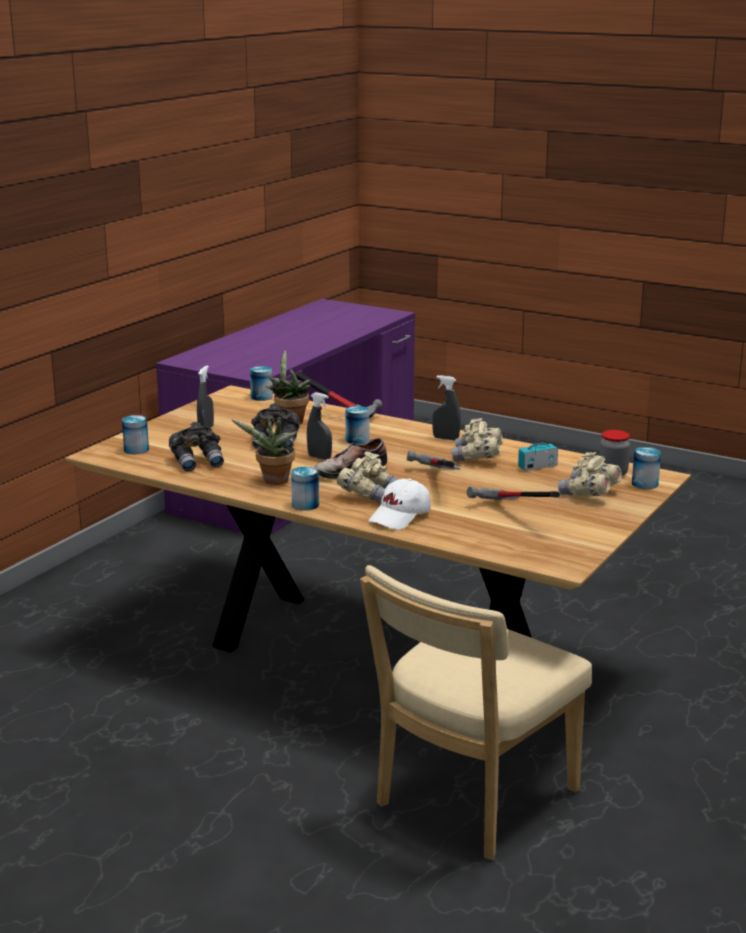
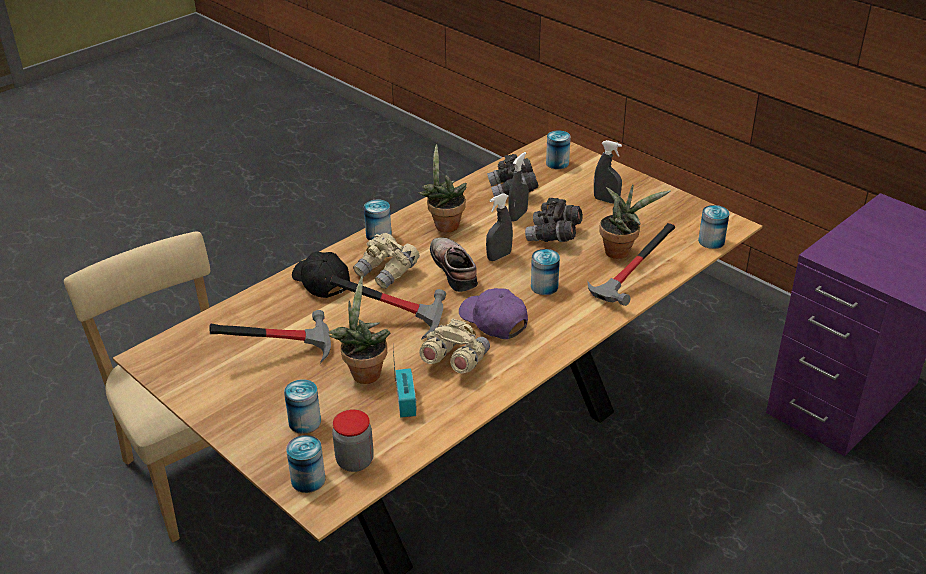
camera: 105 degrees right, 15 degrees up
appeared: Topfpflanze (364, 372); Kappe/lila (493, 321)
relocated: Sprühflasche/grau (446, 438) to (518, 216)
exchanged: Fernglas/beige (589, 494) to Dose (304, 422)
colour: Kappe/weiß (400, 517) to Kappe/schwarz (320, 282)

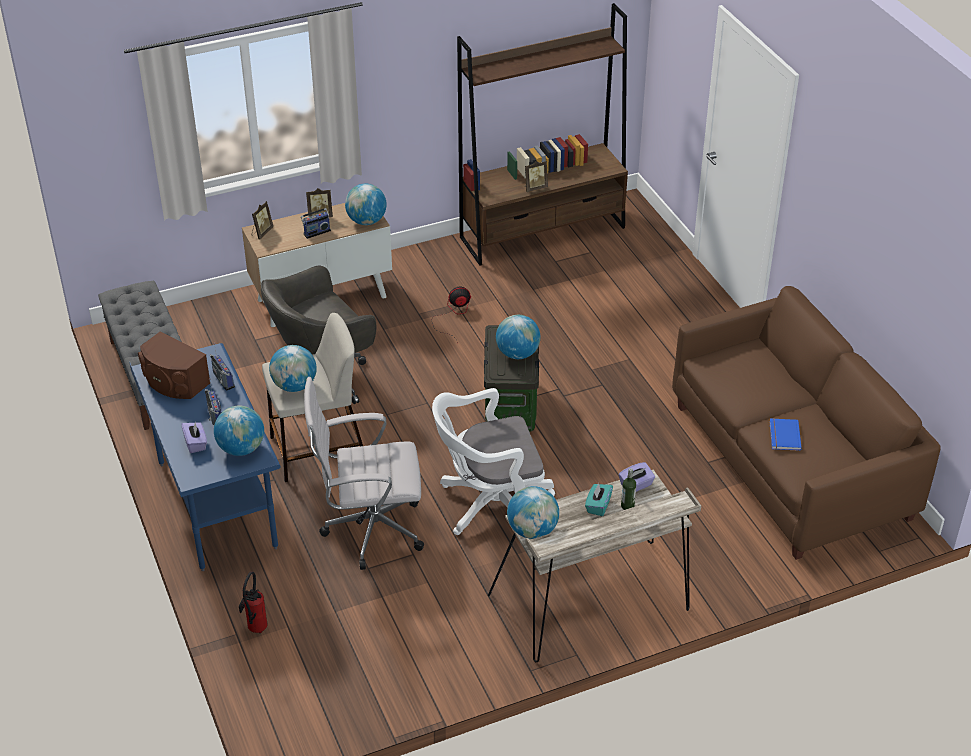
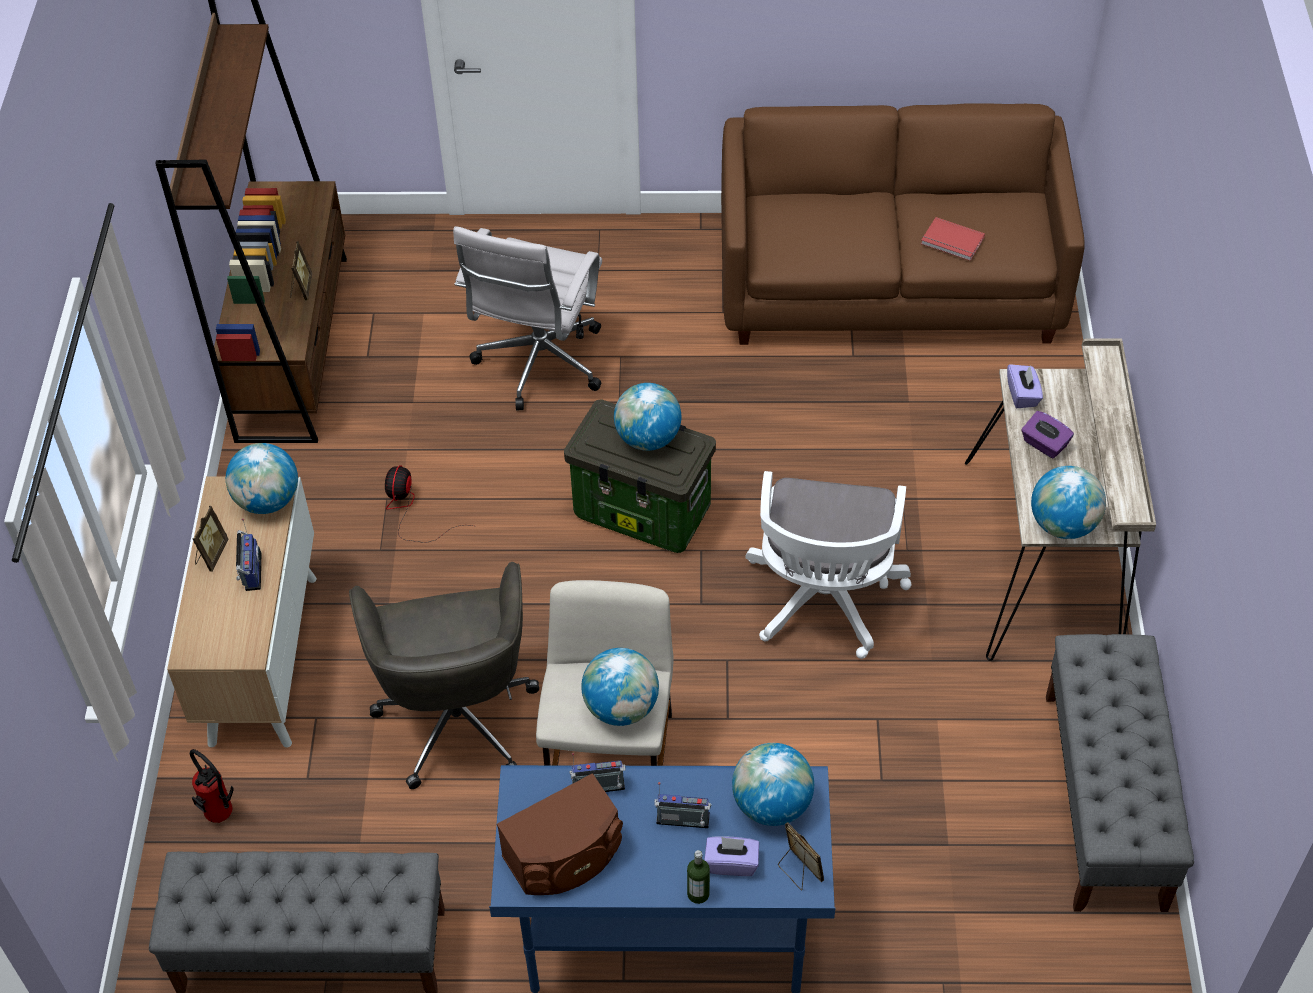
camera: 65 degrees left, 10 degrees up
appeared: Bank/grau (1104, 800)
relocated: Bilderrahmen (261, 233) to (798, 871); Bürostuhl/weiß (369, 530) to (538, 366); Flasche (627, 506) to (698, 894); Feuerlöscher (255, 630) to (221, 817)
colour: Buch/blau (783, 436) to Buch/rot (952, 242); Taschentuchbox/türkis (598, 506) to Taschentuchbox/lila (1044, 444)

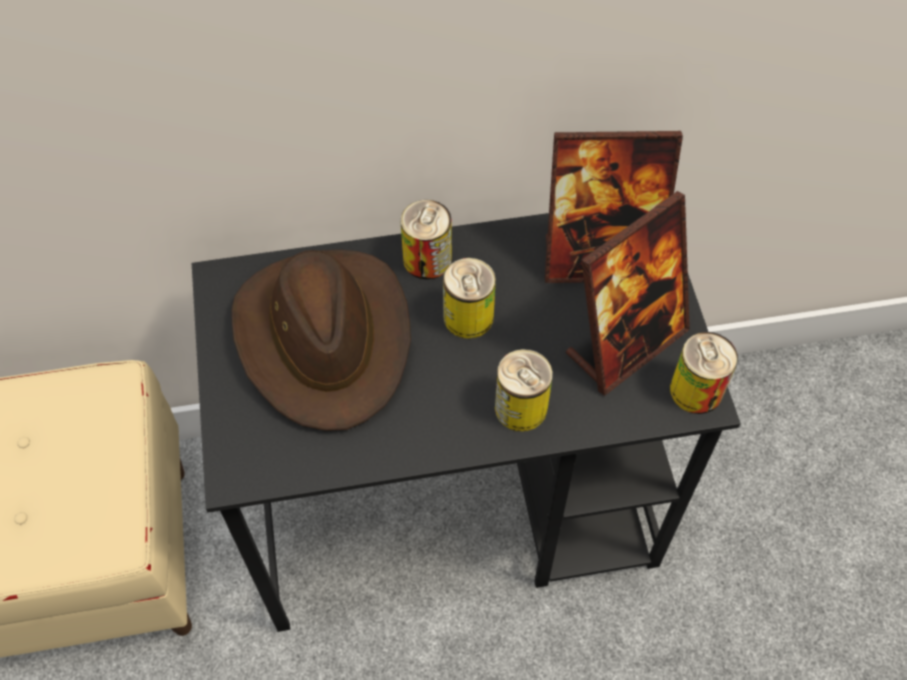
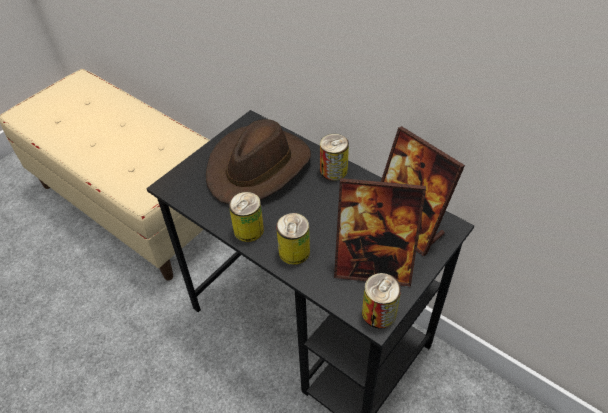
camera: 50 degrees right, 10 degrees down
relocated: Dose (468, 317) to (248, 230)

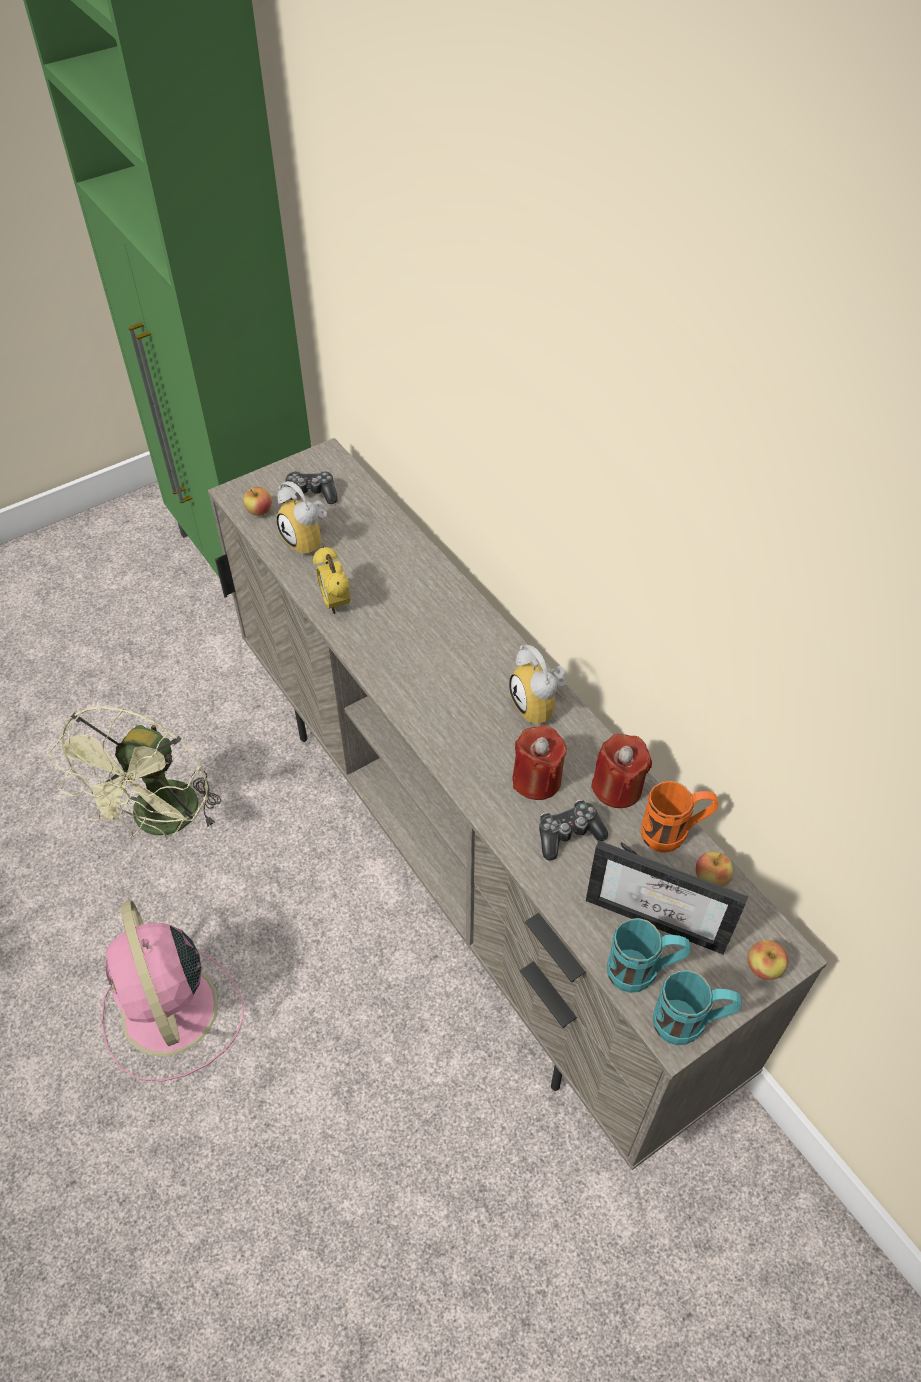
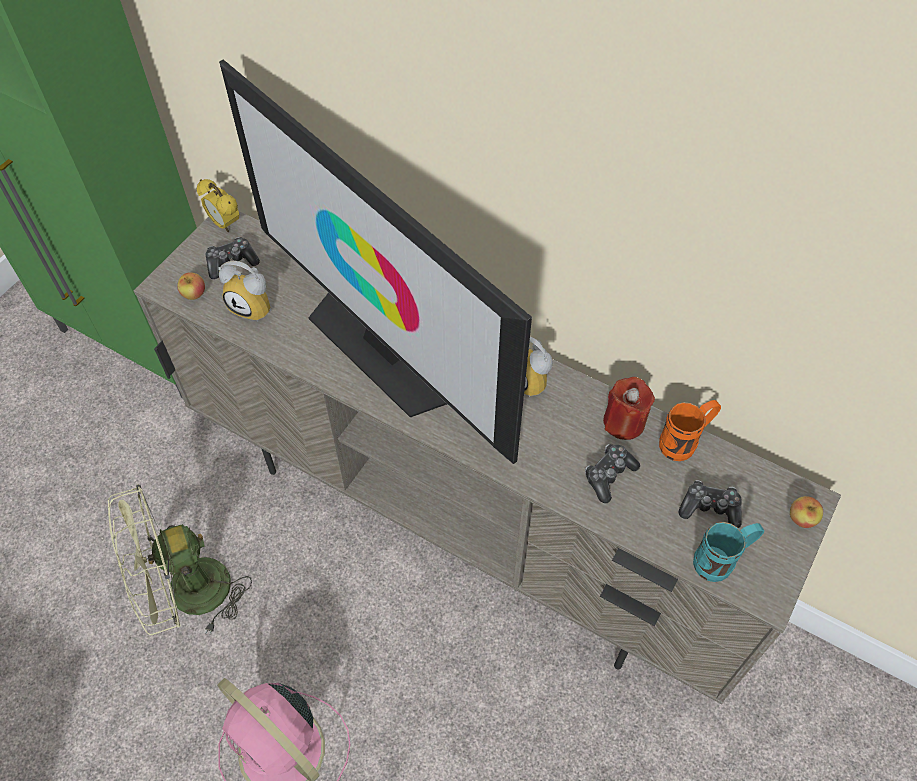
camera: 25 degrees left, 5 degrees up
missing: Kerze/rot (537, 780); Apfel (711, 878); Henkelbecher/türkis (689, 1024)
appeared: Fernseher (385, 348)
relocated: Wecker (335, 603) to (225, 224)
exchanged: Bilderrahmen (662, 912) to Gamepad (709, 508)
spun: Ventilator/grün (162, 822) = (186, 595) 75 degrees clockwise

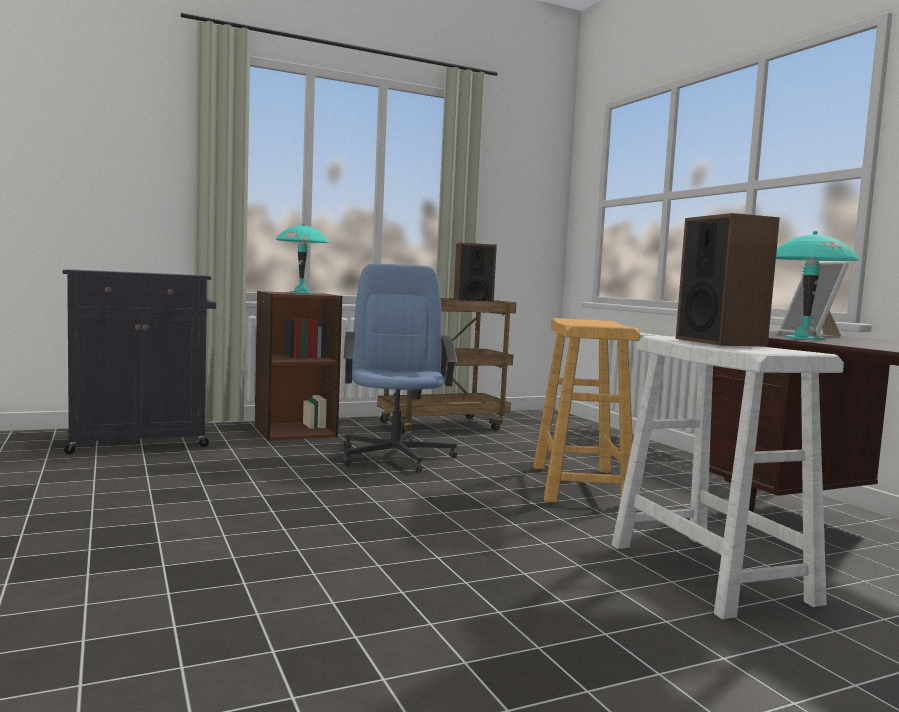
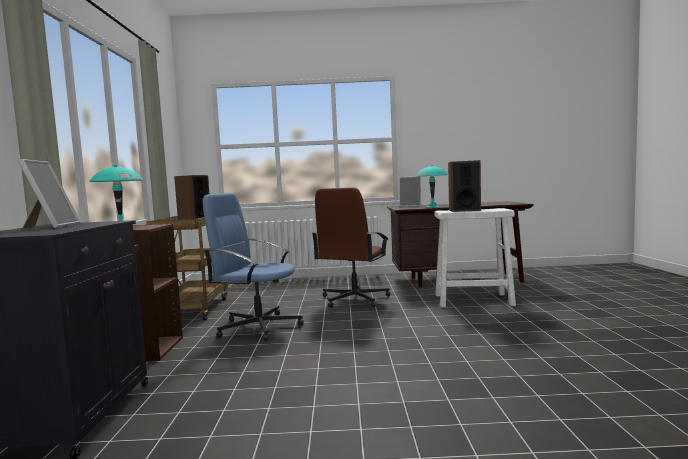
camera: 65 degrees left, 0 degrees up
appeared: Bilderrahmen (51, 226)
exchanged: Hocker/beige (580, 485) to Bürostuhl/braun (354, 299)

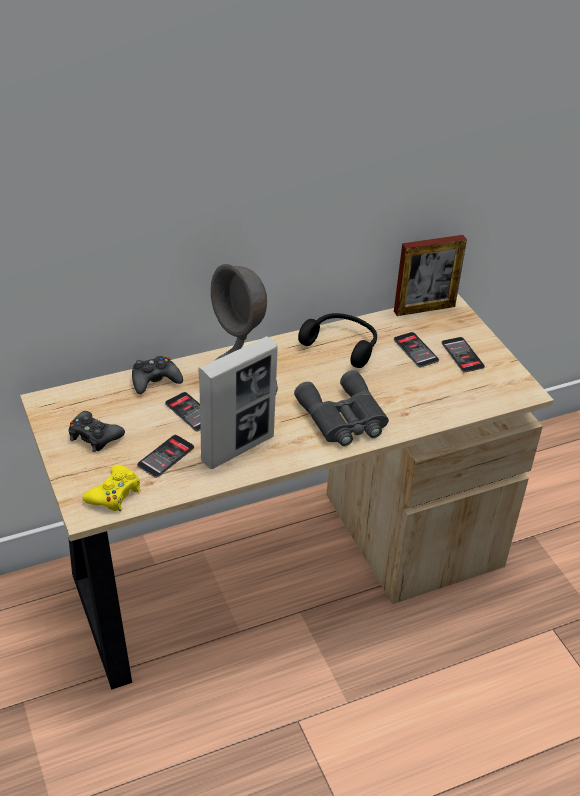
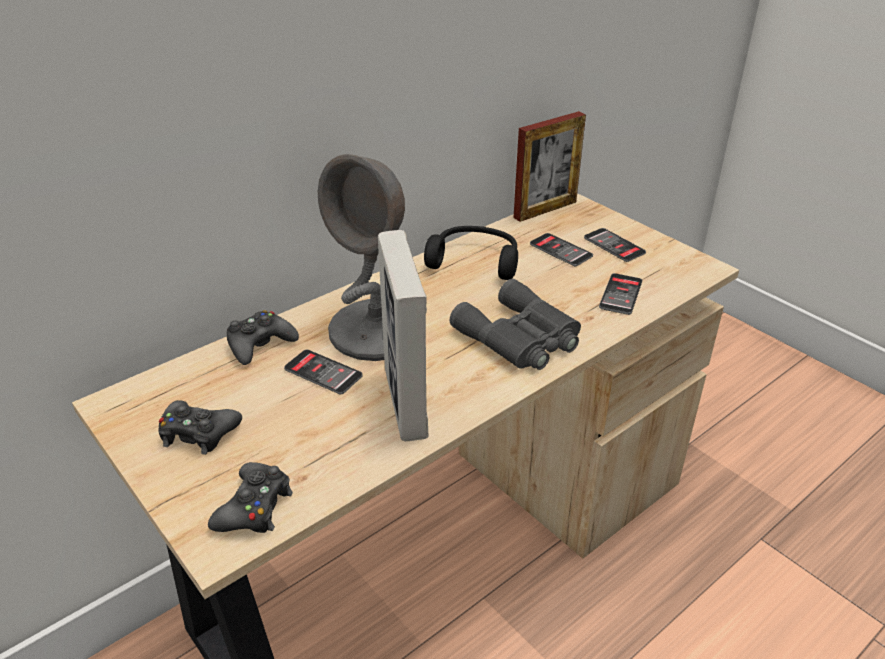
camera: 15 degrees left, 5 degrees down
relocated: Handy (166, 456) to (620, 294)
colour: Gamepad/gelb (114, 494) to Gamepad/schwarz (254, 507)
spun: Bilderrahmen (238, 448) = (405, 403) 135 degrees clockwise

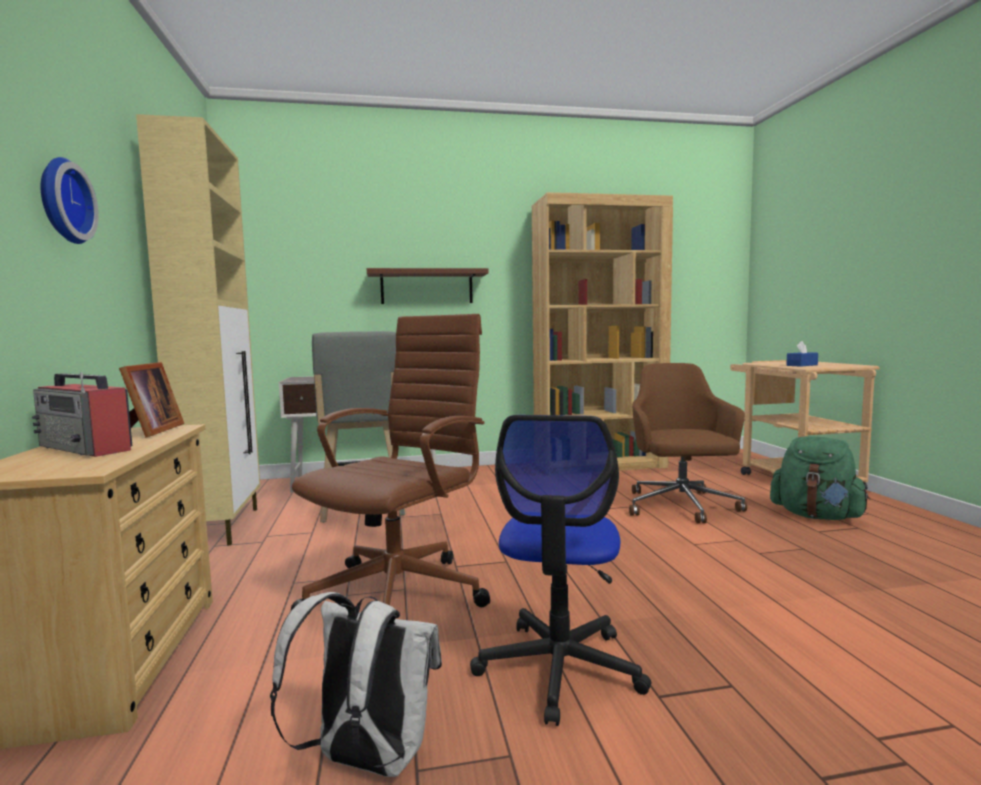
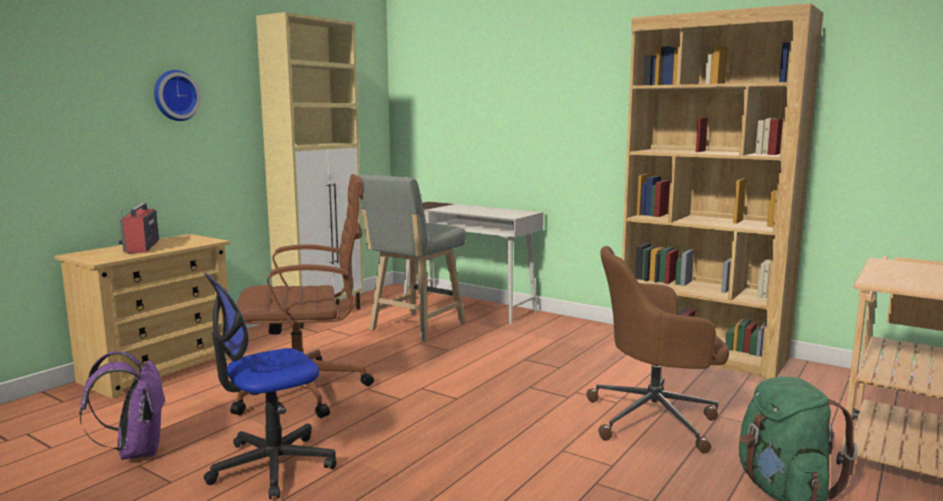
camera: 45 degrees right, 5 degrees up
missing: Wandregal/braun (427, 287); Taschentuchbox/blau (802, 365); Bilderrahmen (149, 432)
colour: Rucksack/weiß (366, 760) to Rucksack/lila (136, 451)
spun: Bürostuhl/braun (681, 507) = (655, 419) 135 degrees counterclockwise

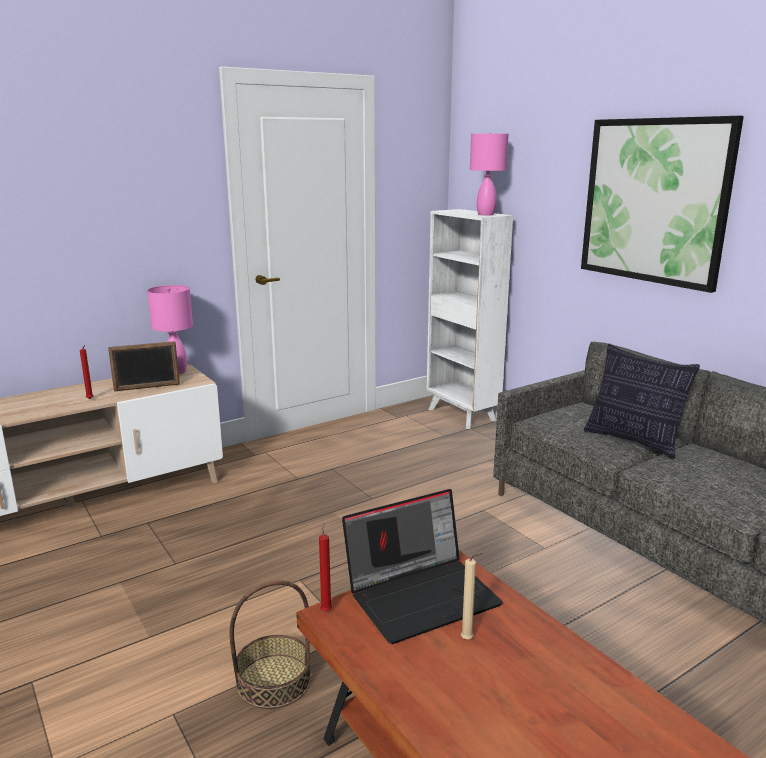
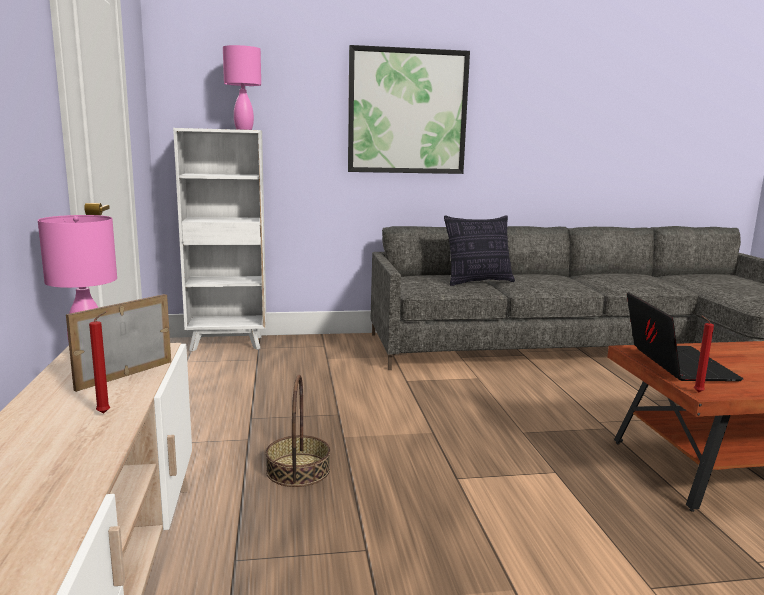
camera: 65 degrees left, 5 degrees down
missing: Kerze/beige (469, 640)
relocated: Korb (274, 681) to (298, 470)
spun: Bilderrahmen (147, 387) = (125, 375) 150 degrees counterclockwise

